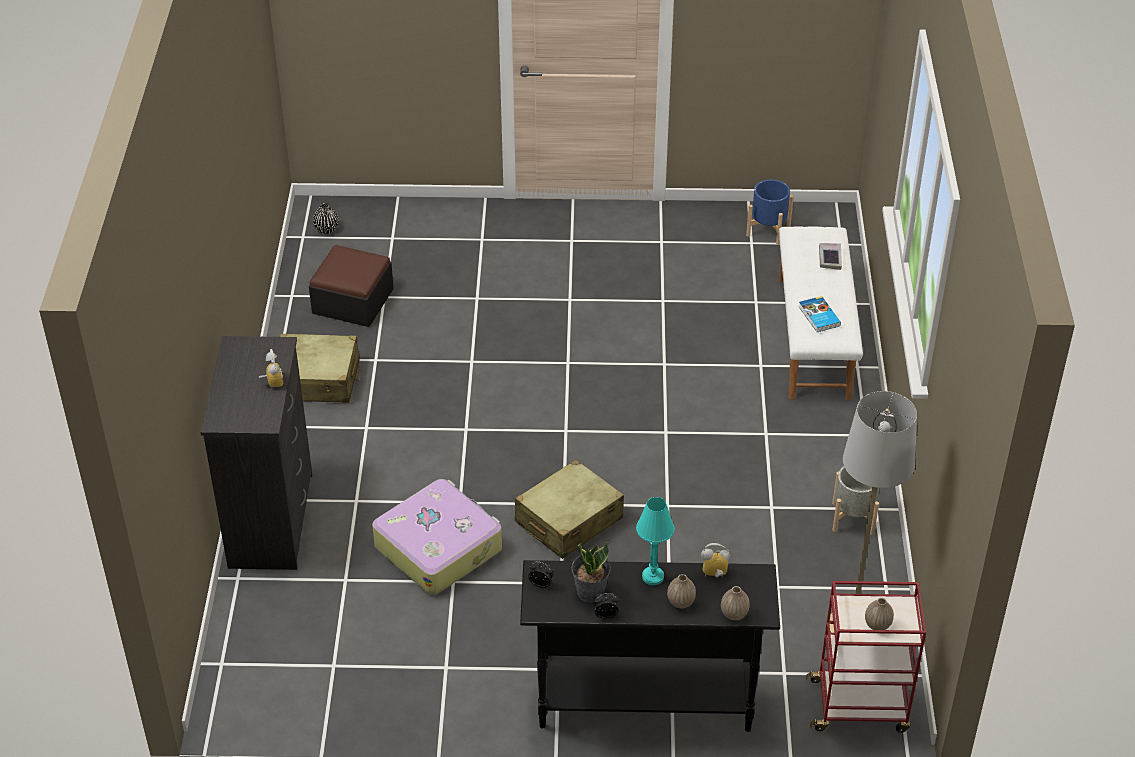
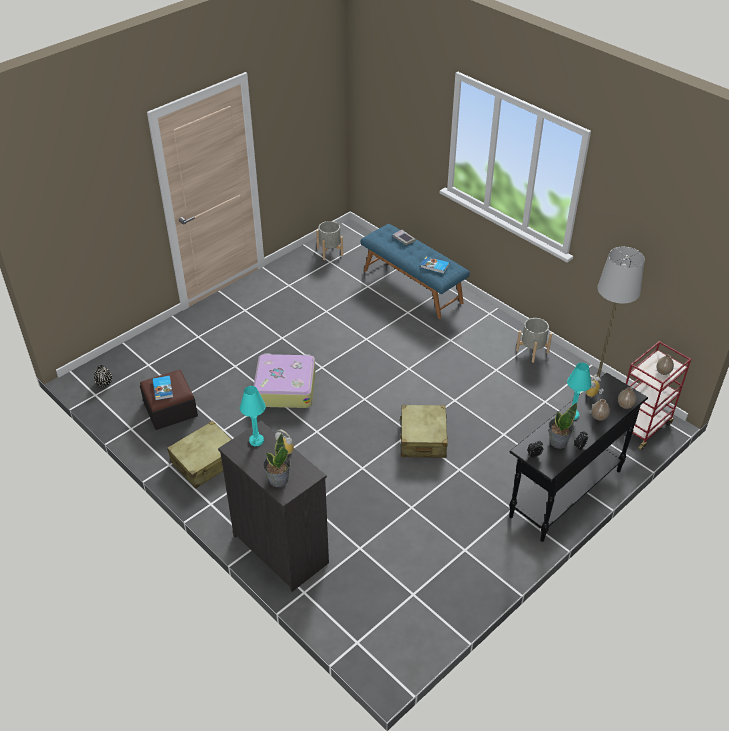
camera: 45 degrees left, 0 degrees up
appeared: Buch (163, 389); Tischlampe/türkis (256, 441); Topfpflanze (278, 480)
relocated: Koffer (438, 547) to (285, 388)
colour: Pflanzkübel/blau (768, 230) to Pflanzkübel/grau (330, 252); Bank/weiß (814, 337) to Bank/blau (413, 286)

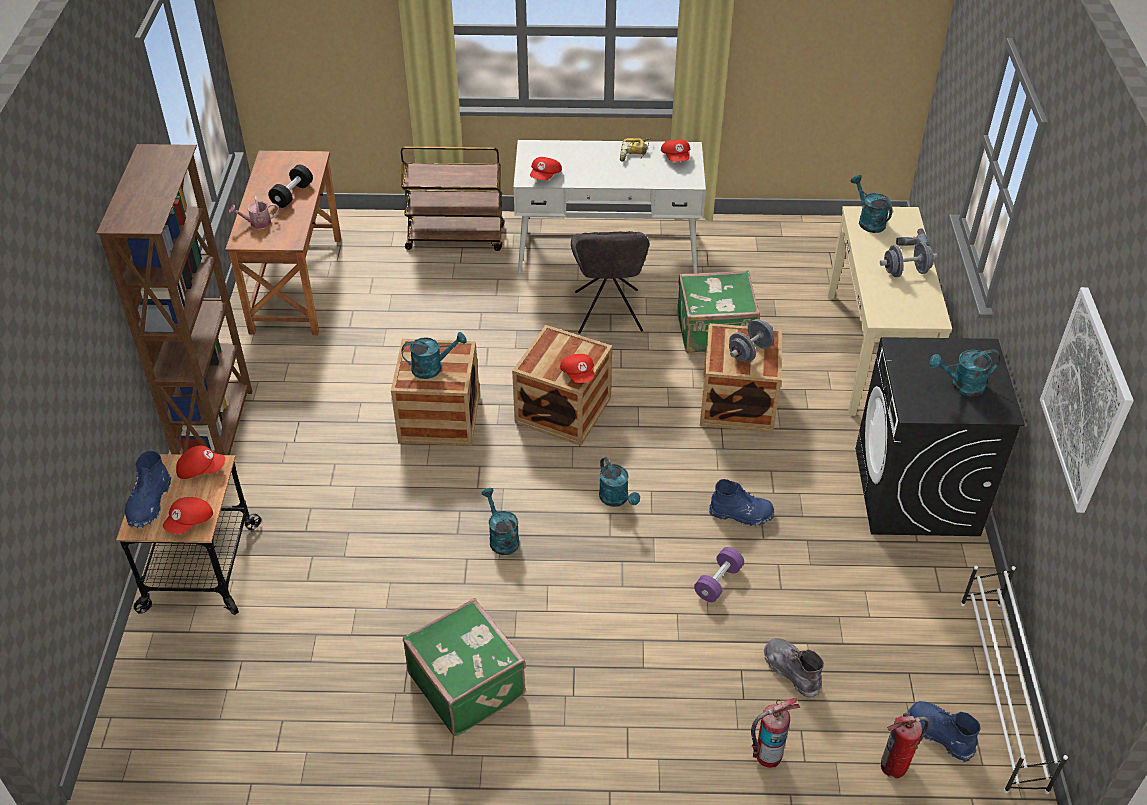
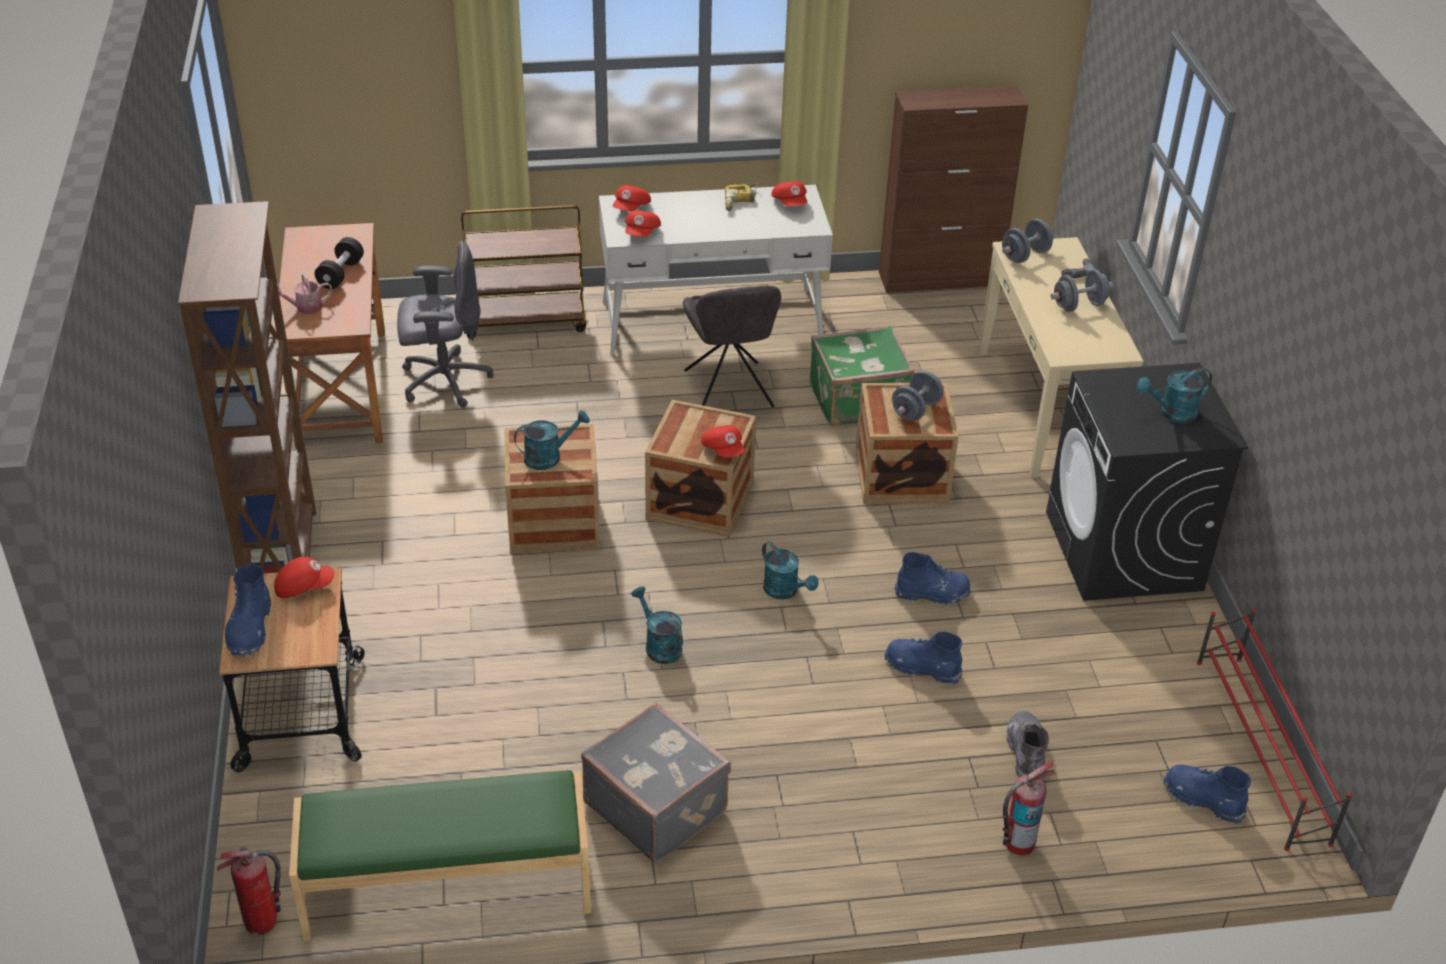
camera: 10 degrees left, 5 degrees down
missing: Bild (1086, 400)
appeared: Schrank/braun (940, 279); Bürostuhl/grau (444, 381); Bank/grün (447, 889)
relocated: Kappe/rot (190, 522) to (631, 208); Feuerlöscher (894, 767) to (262, 922)
exchanged: Gießkanne/türkis (868, 221) to Hantel/grau (1025, 255); Hantel/lila (718, 582) to Stiefel/blau (922, 668)
colour: Schuhregal/weiß (1001, 693) to Schuhregal/rot (1261, 750); Koffer/grün (468, 683) to Koffer/grau (657, 806)
spun: Stiefel/grau (791, 671) = (1026, 753) 45 degrees clockwise

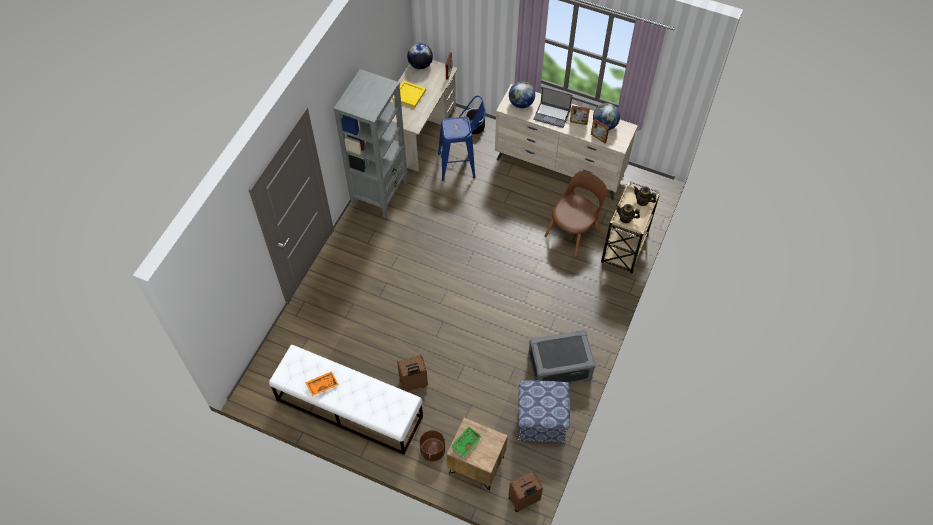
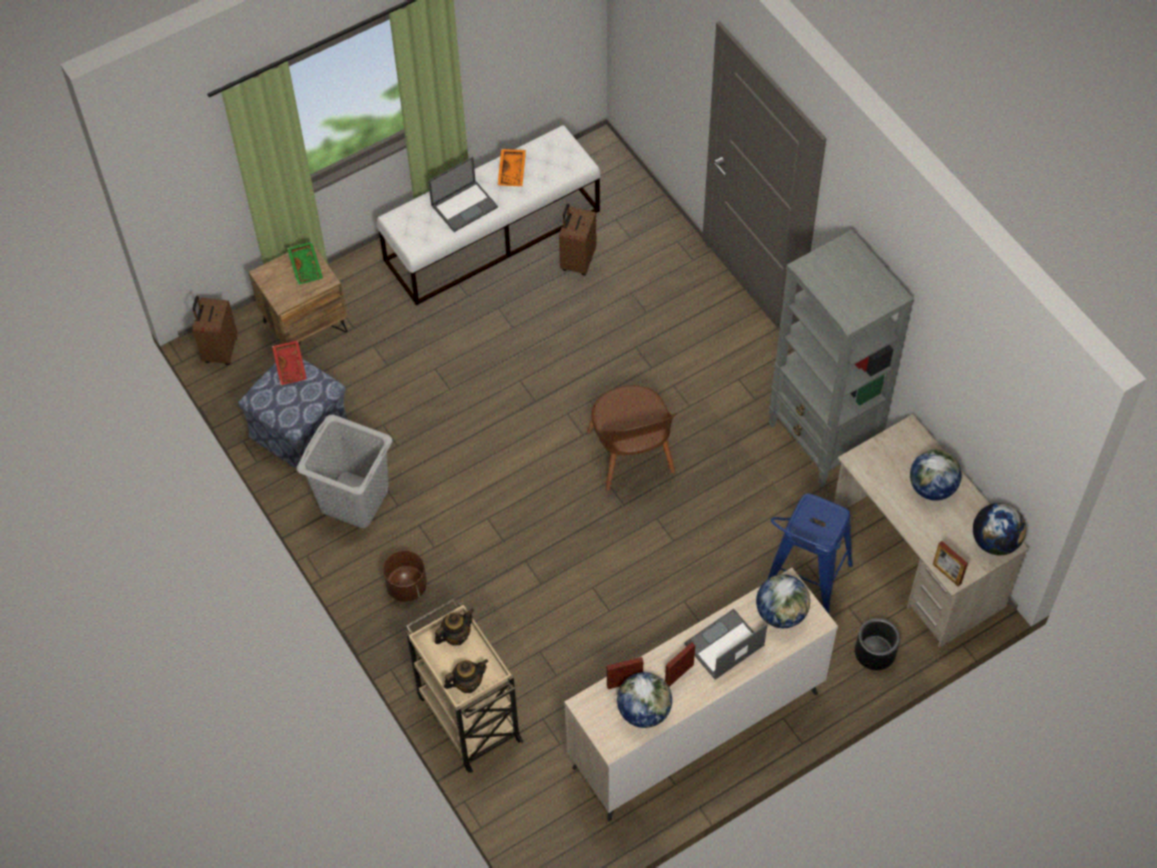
camera: 125 degrees right, 0 degrees up
appeared: Laptop (465, 206); Tablett/rot (291, 366)
relocated: Stuhl/braun (573, 232) to (631, 456); Koffer/braun (413, 384) to (577, 260); Pflanzkübel/braun (433, 450) to (406, 586)
exchanged: Tablett/gelb (409, 95) to Globus (931, 487); Aufbewahrungsbox/grau (559, 366) to Wäschekorb/grau (354, 500)

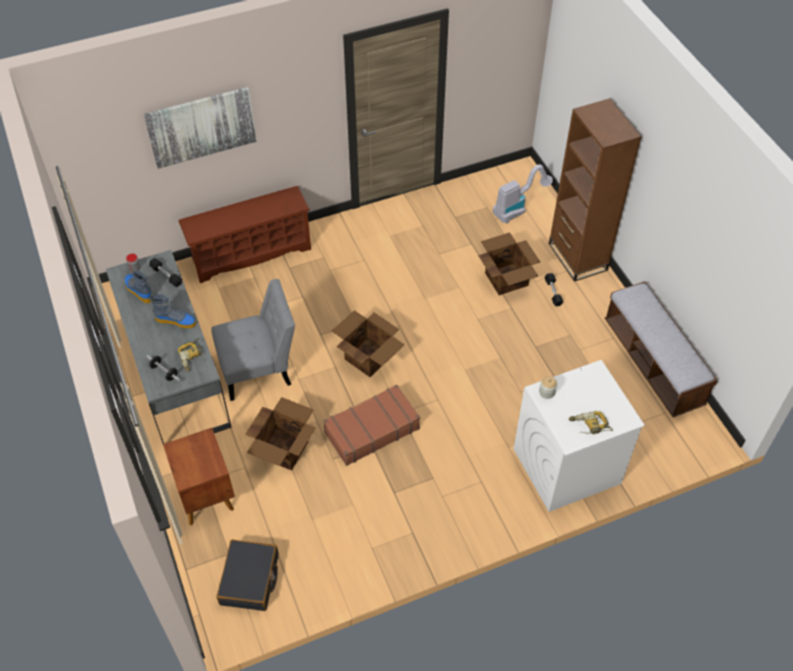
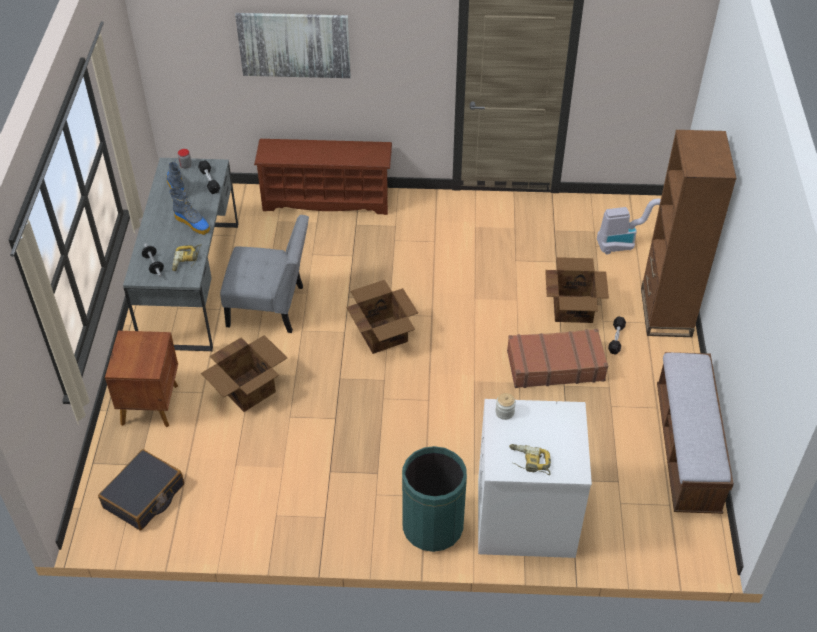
camera: 25 degrees right, 5 degrees down
appeared: Mülleimer/grün (432, 527)
relocated: Koffer/braun (371, 430) to (555, 365)

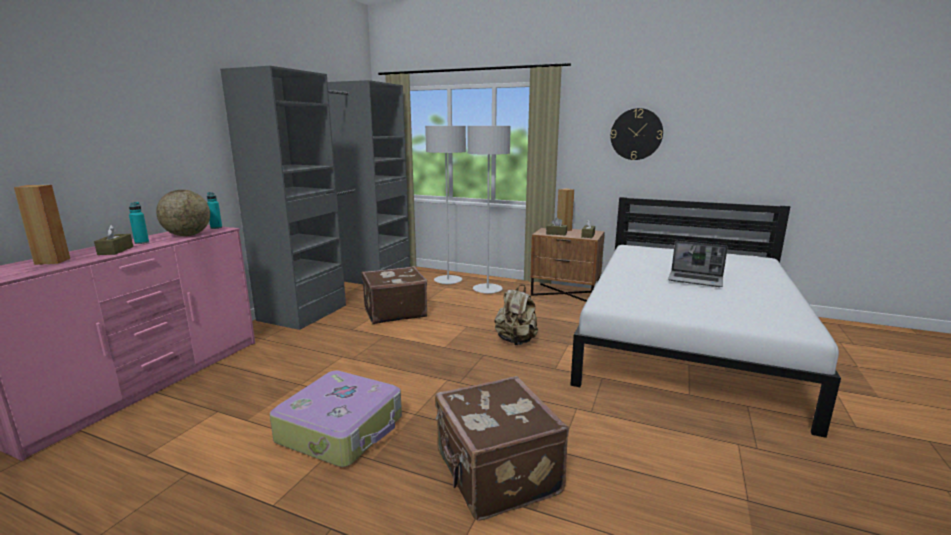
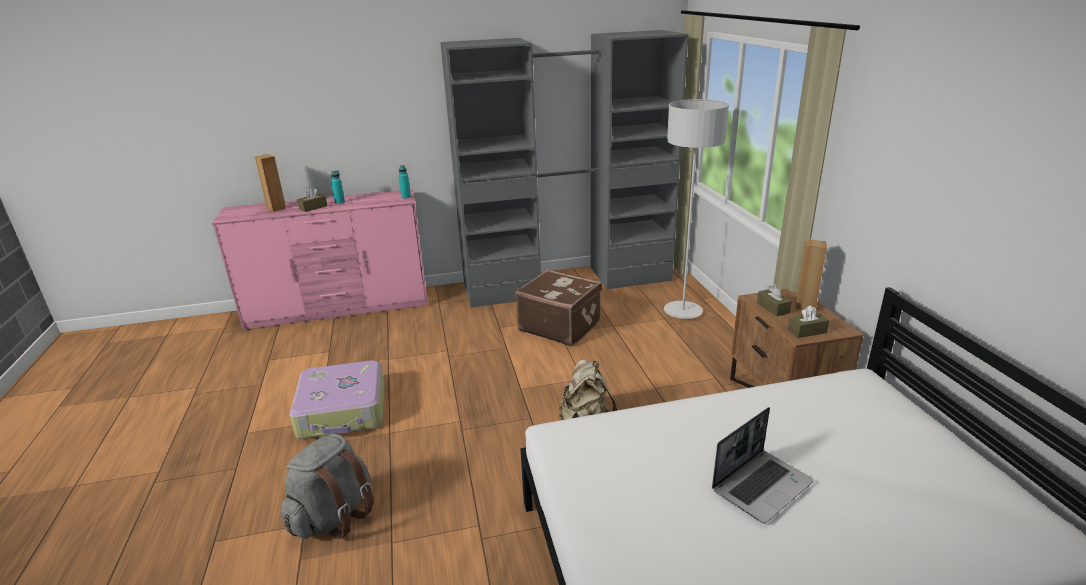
camera: 55 degrees right, 10 degrees up
missing: Wanduhr (636, 134); Stehlampe/grau (487, 290); Globus (188, 235)
exchanged: Koffer/braun (495, 474) to Rucksack/grau (334, 516)
spun: Laptop (696, 280) = (761, 485) 120 degrees counterclockwise

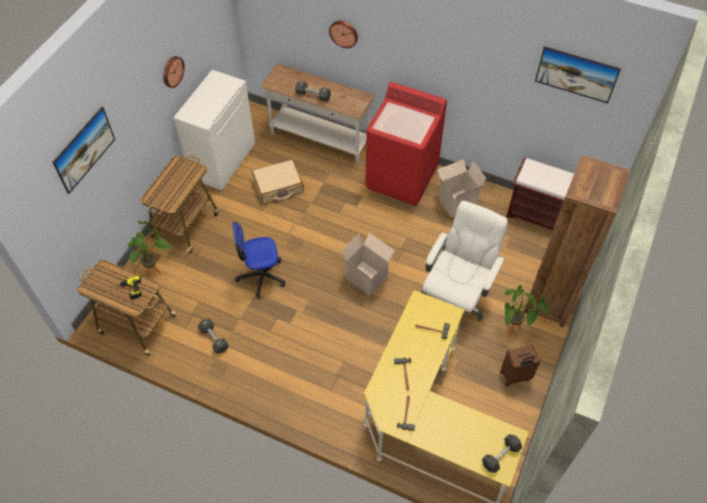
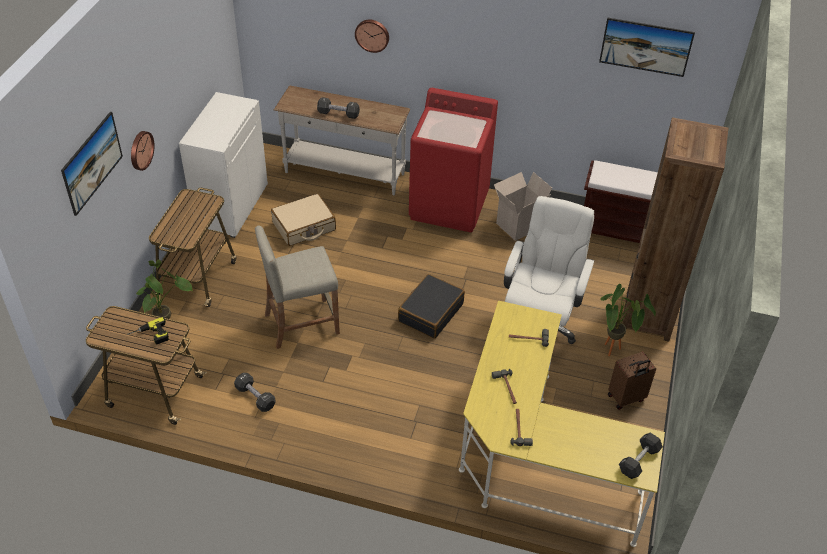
camera: 10 degrees left, 10 degrees down
relocated: Wanduhr (172, 71) to (140, 150)
exchanged: Bürostuhl (261, 276) to Hocker/beige (301, 323); Karton (367, 278) to Koffer/schwarz (430, 312)

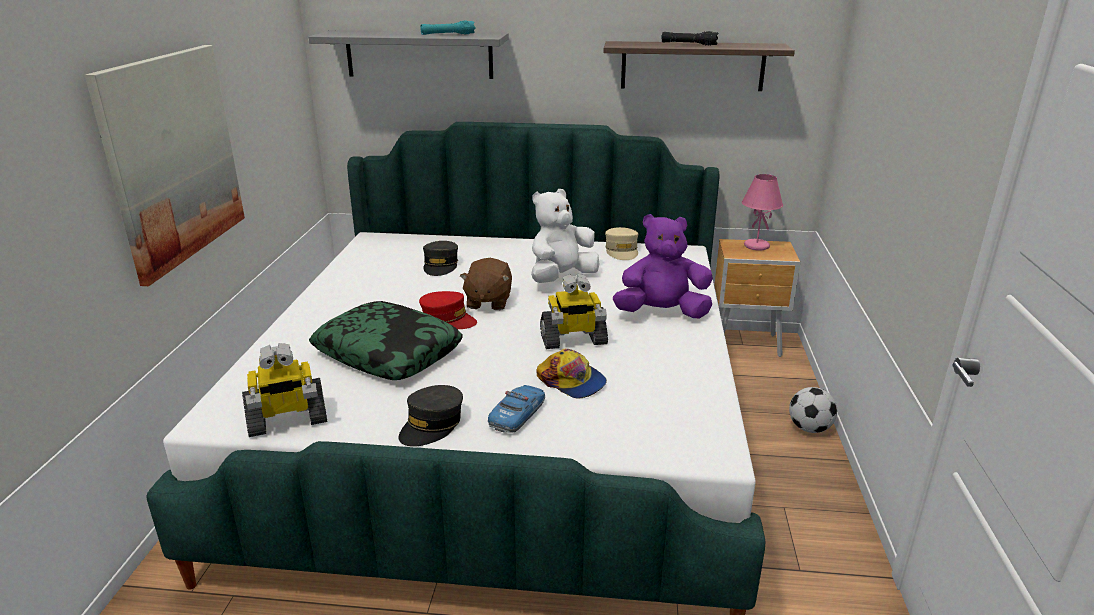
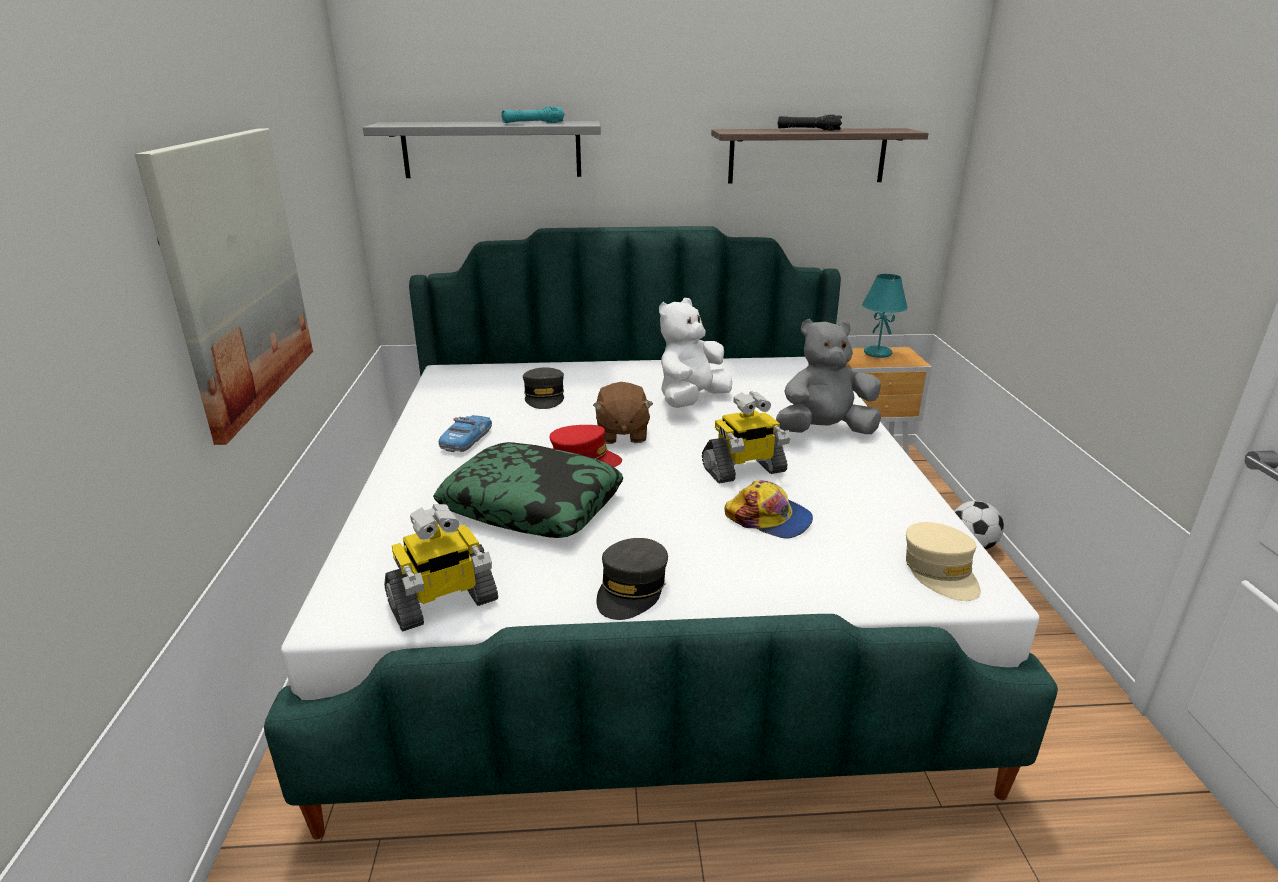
camera: 10 degrees left, 0 degrees up
relocated: Kappe/beige (622, 251) to (940, 572); Spielzeugauto (518, 415) to (467, 440)
colour: Tischlampe/rosa (756, 246) to Tischlampe/türkis (877, 353); Plüschtier/lila (661, 313) to Plüschtier/grau (824, 431)

